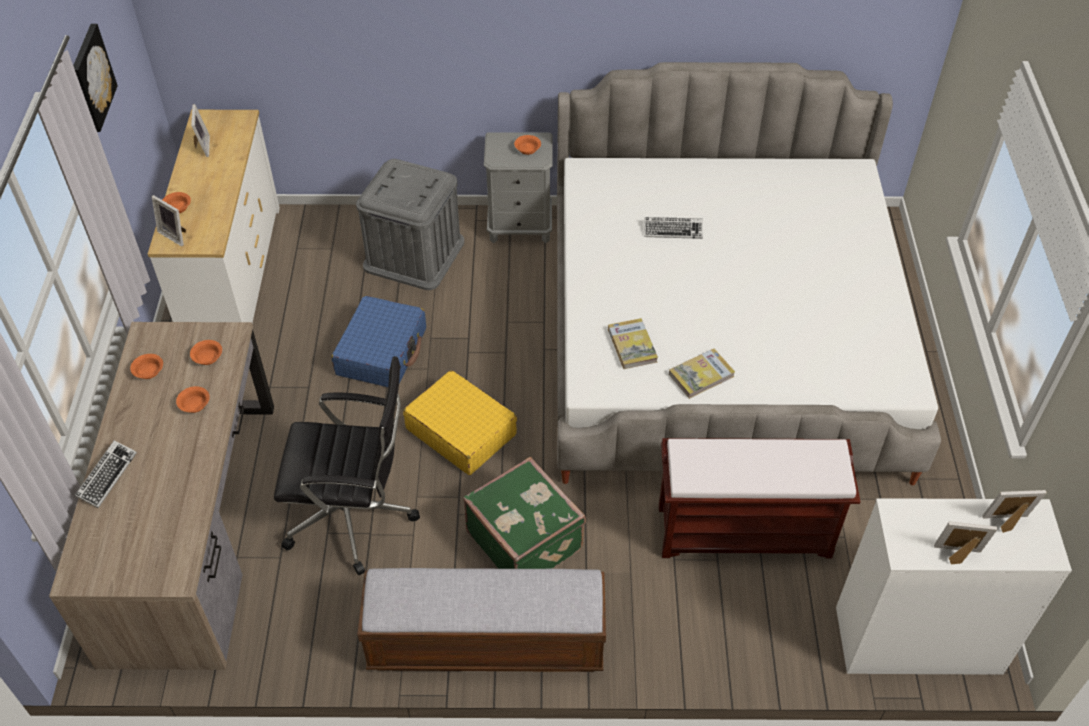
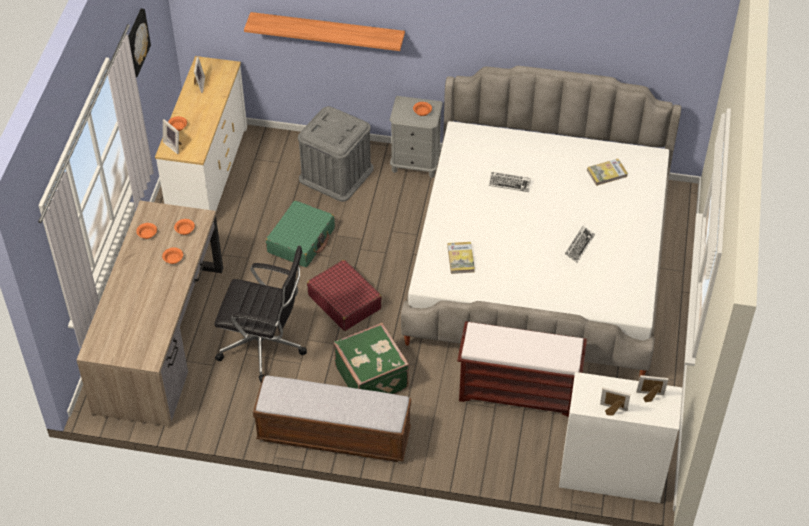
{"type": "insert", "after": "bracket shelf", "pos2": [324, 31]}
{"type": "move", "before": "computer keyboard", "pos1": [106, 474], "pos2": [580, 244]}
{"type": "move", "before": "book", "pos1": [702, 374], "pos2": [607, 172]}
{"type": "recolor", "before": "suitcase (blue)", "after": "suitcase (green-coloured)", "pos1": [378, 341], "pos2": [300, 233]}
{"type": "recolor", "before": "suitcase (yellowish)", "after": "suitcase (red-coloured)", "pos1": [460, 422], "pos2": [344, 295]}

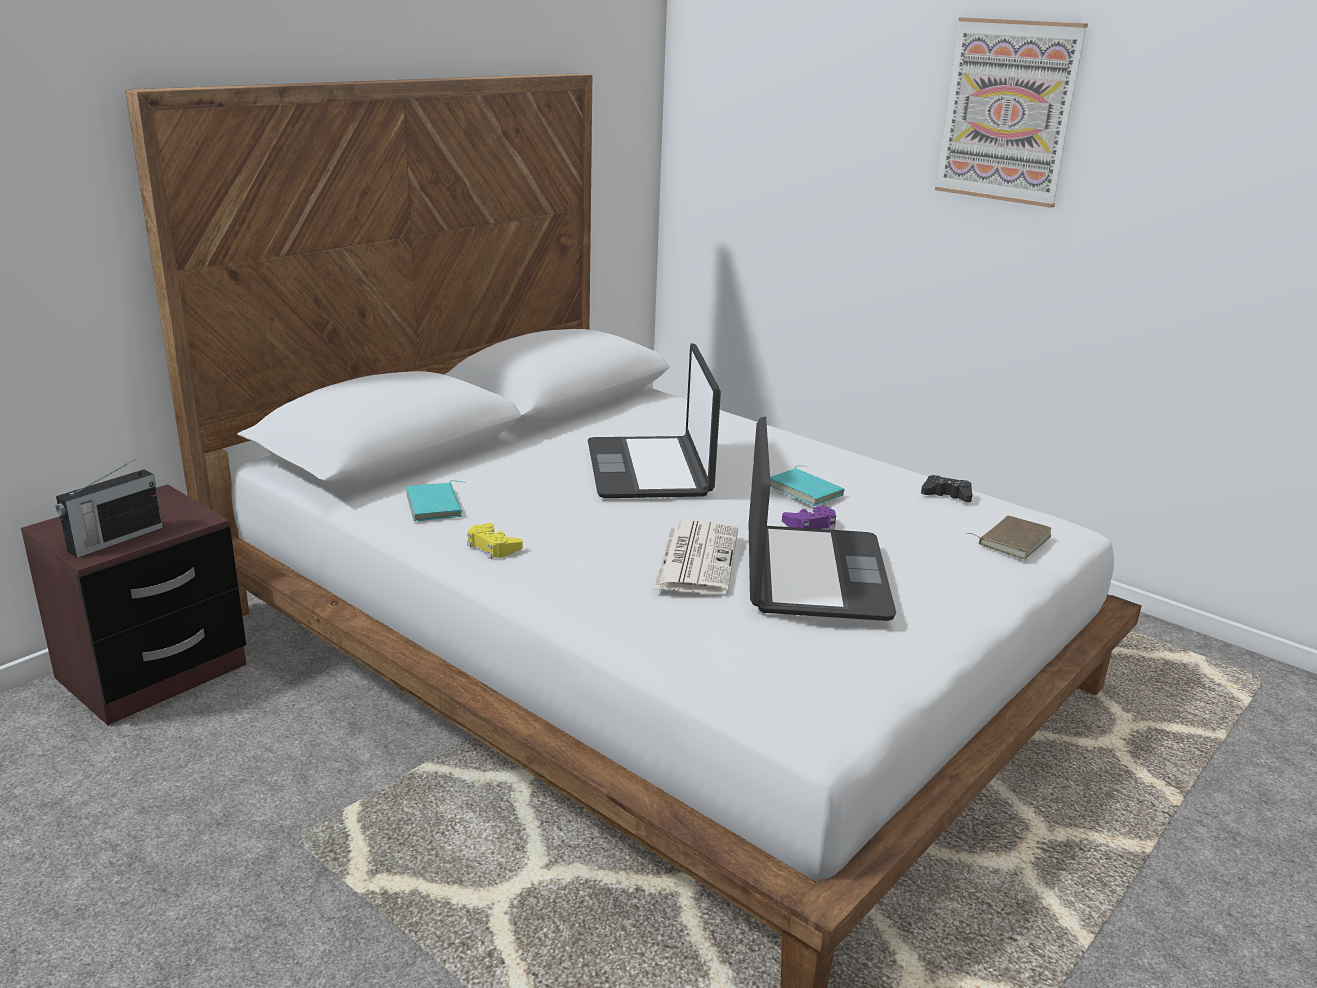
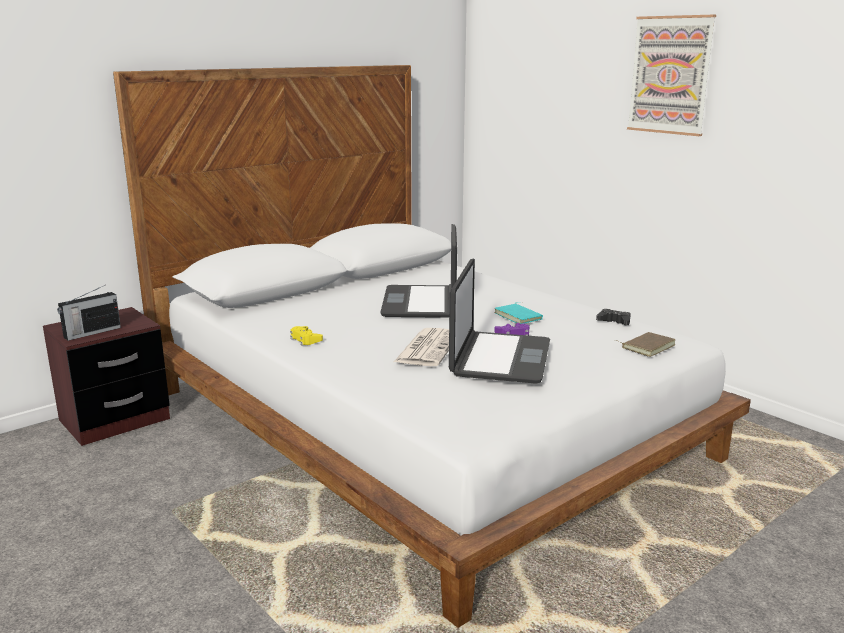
{"type": "delete", "before": "book (turquoise-coloured)", "pos1": [435, 500]}

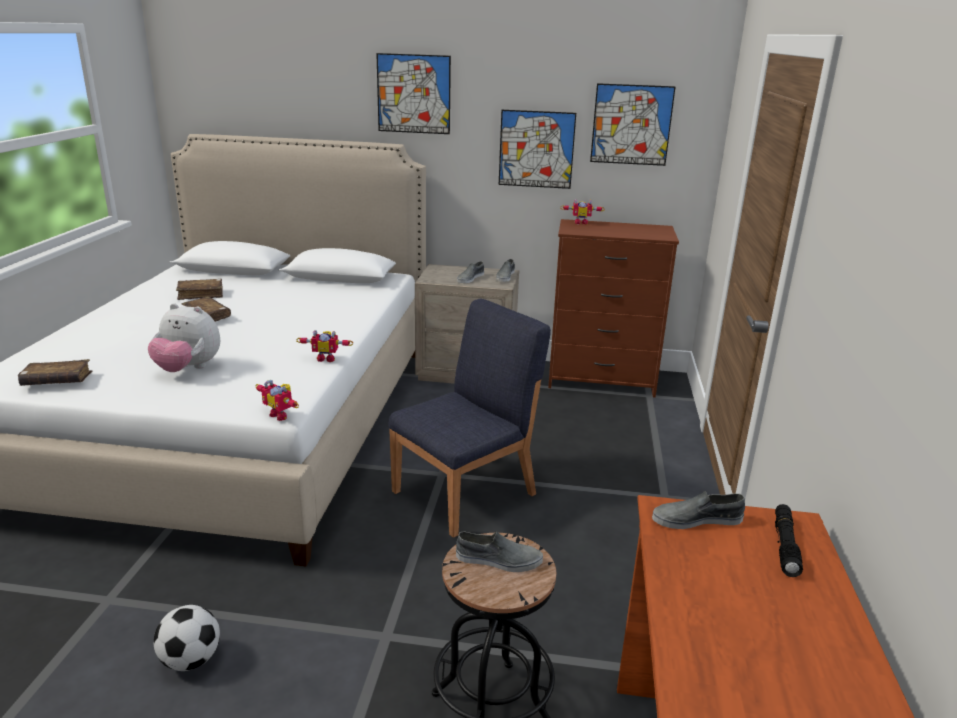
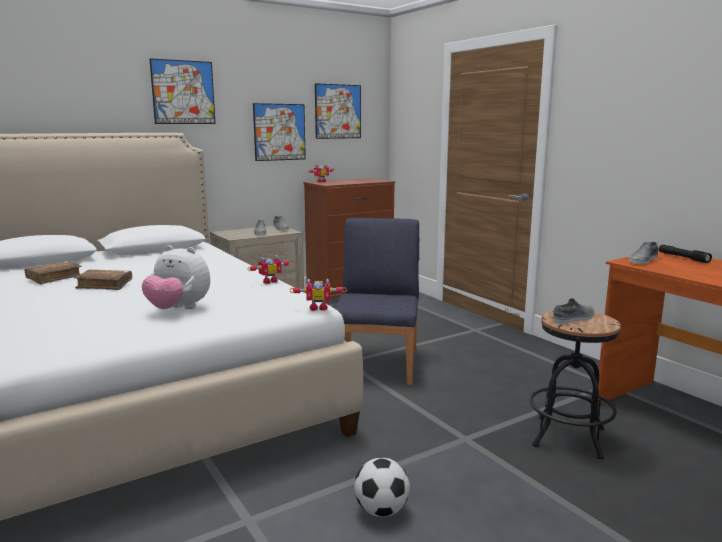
{"type": "delete", "before": "book (brownish)", "pos1": [55, 372]}
{"type": "rotate", "before": "cuddly toy", "pos1": [184, 337], "pos2": [176, 277], "turn": 45}

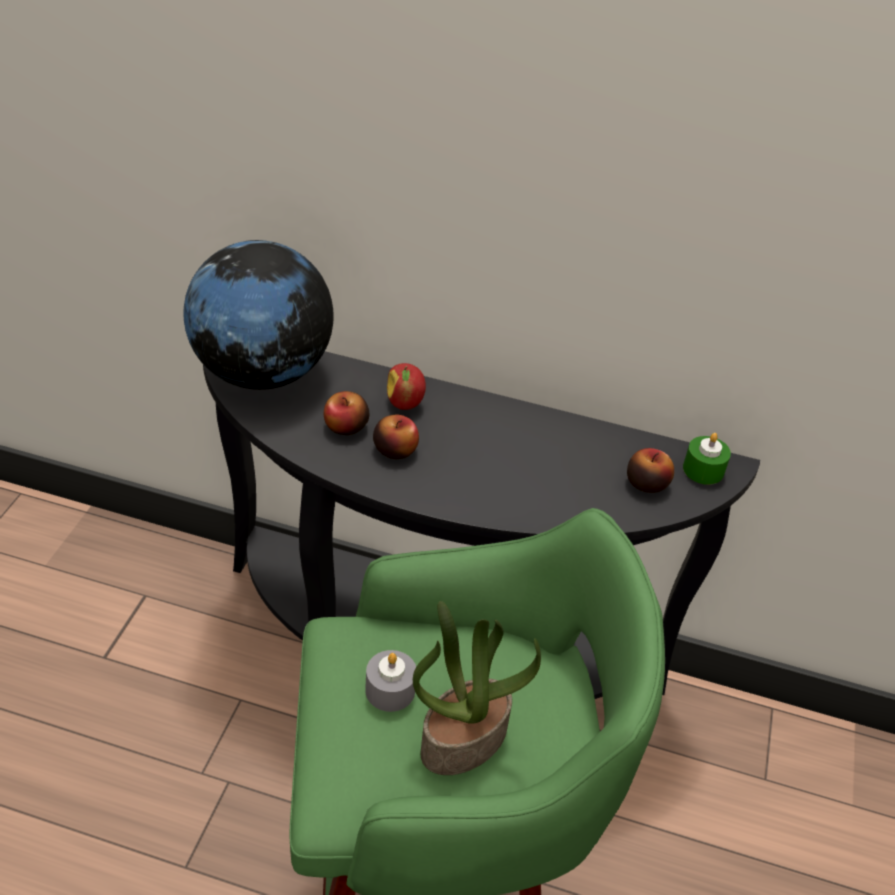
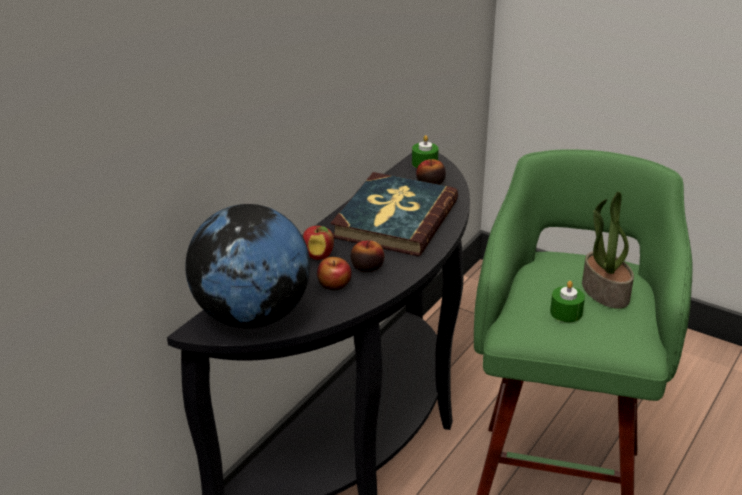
{"type": "insert", "after": "book", "pos2": [394, 214]}
{"type": "recolor", "before": "wax candle (gray)", "after": "wax candle (green-coloured)", "pos1": [390, 681], "pos2": [567, 301]}

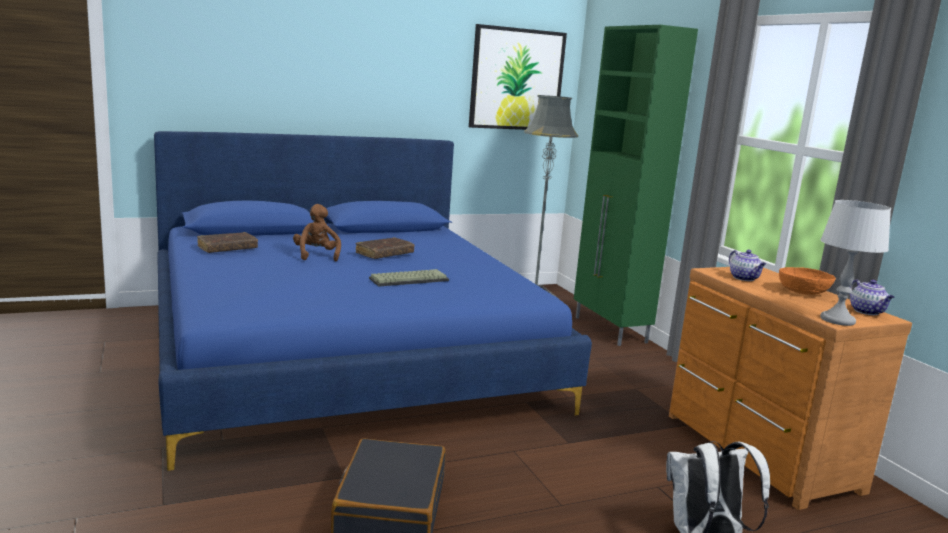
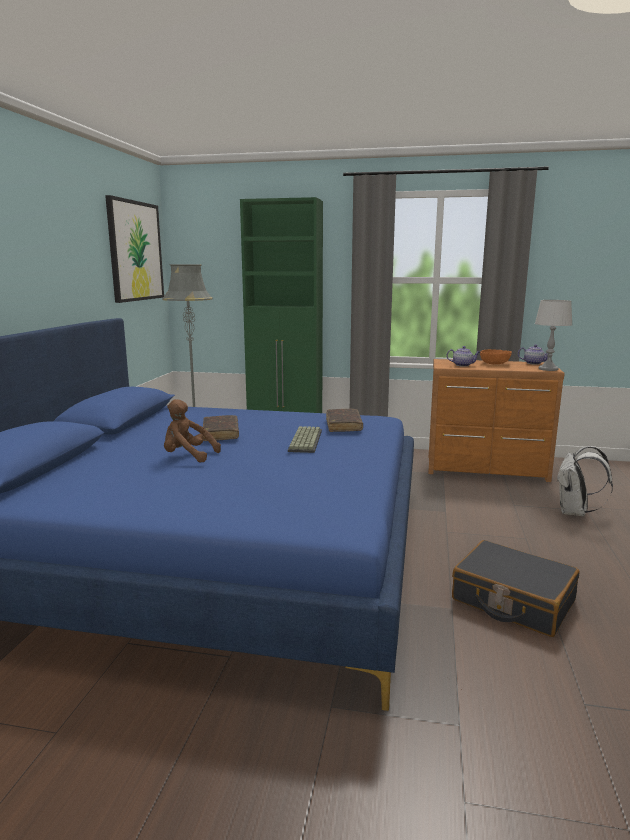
{"type": "move", "before": "book (brownish)", "pos1": [227, 242], "pos2": [344, 420]}

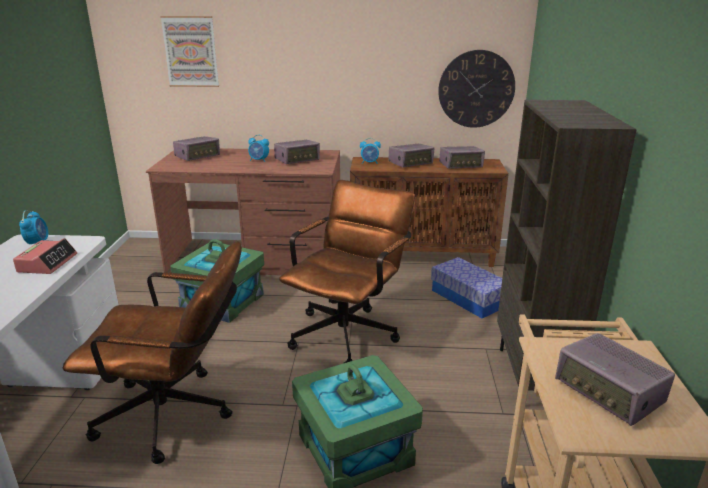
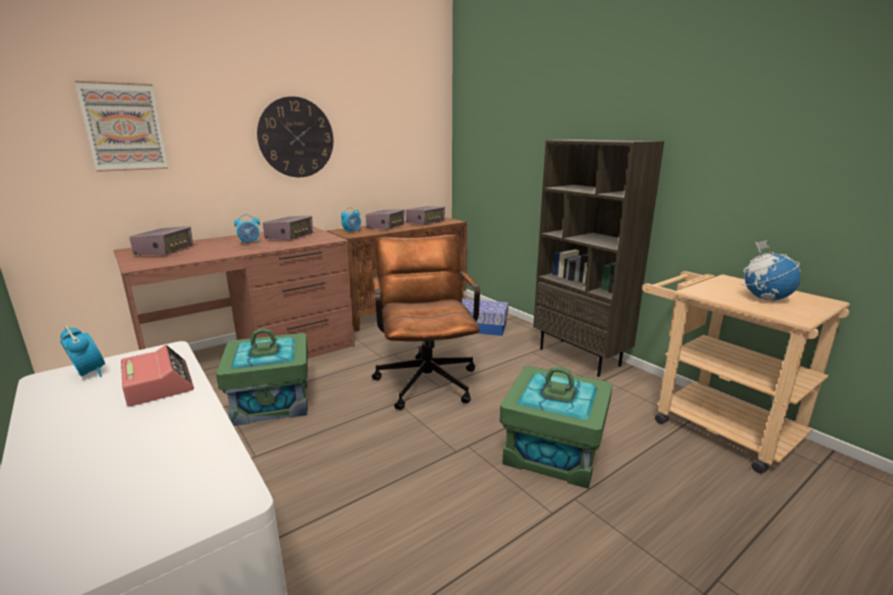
{"type": "delete", "before": "computer chair (brownish)", "pos1": [152, 352]}
{"type": "move", "before": "clock on the wall", "pos1": [476, 89], "pos2": [295, 136]}
{"type": "replace", "before": "radio receiver", "after": "desk globe", "pos1": [615, 379], "pos2": [771, 270]}

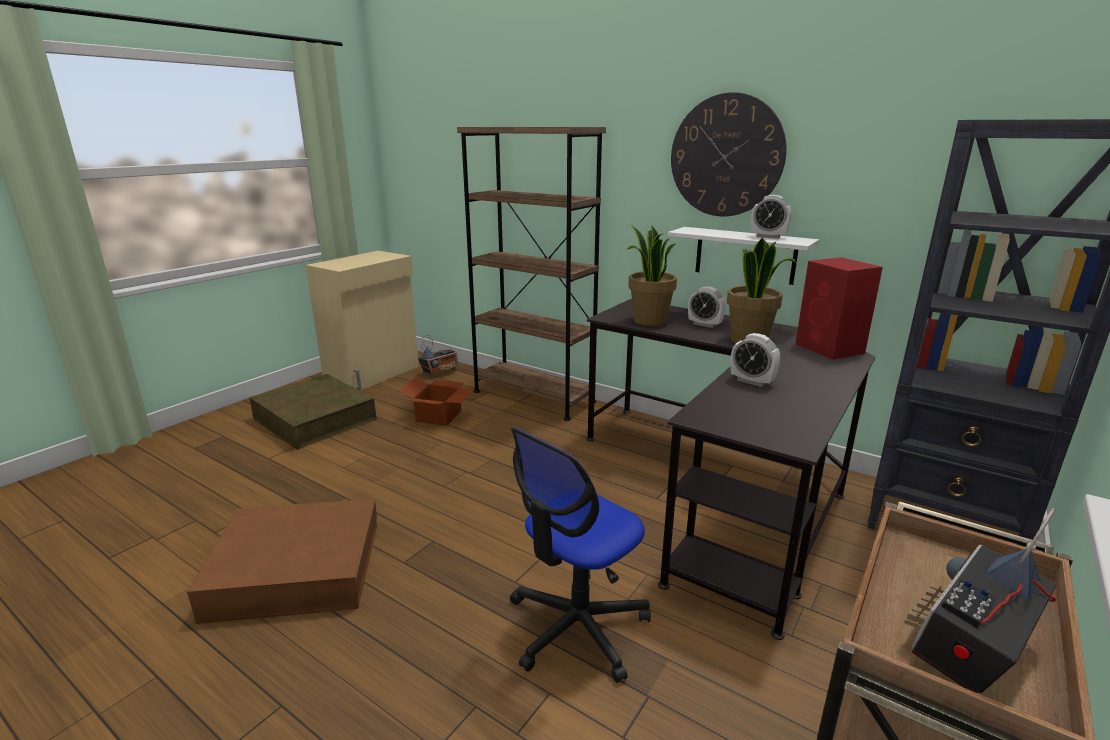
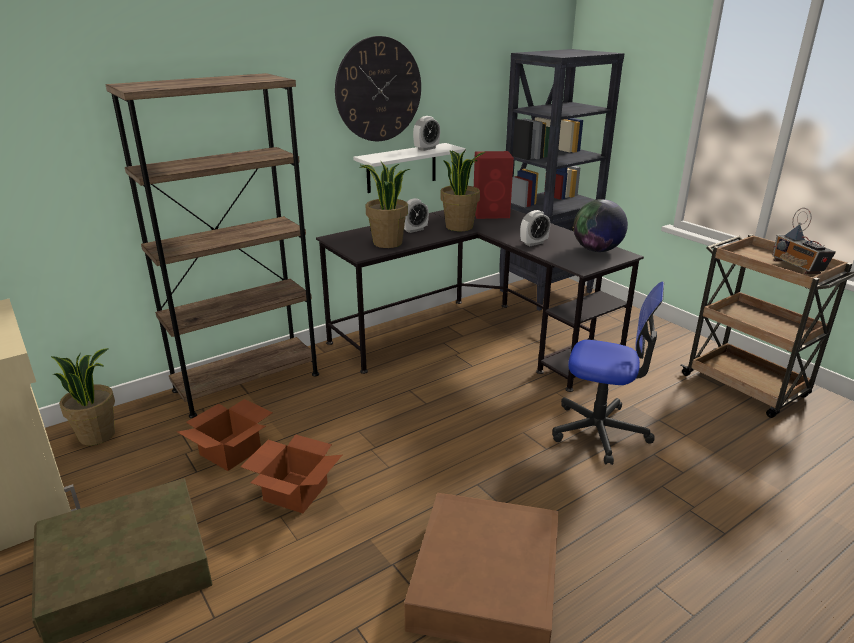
{"type": "insert", "after": "carton", "pos2": [291, 473]}
{"type": "insert", "after": "desk globe", "pos2": [600, 225]}
{"type": "replace", "before": "radio receiver", "after": "houseplant", "pos1": [438, 355], "pos2": [83, 396]}
{"type": "rotate", "before": "computer chair", "pos1": [580, 555], "pos2": [608, 373], "turn": -45}

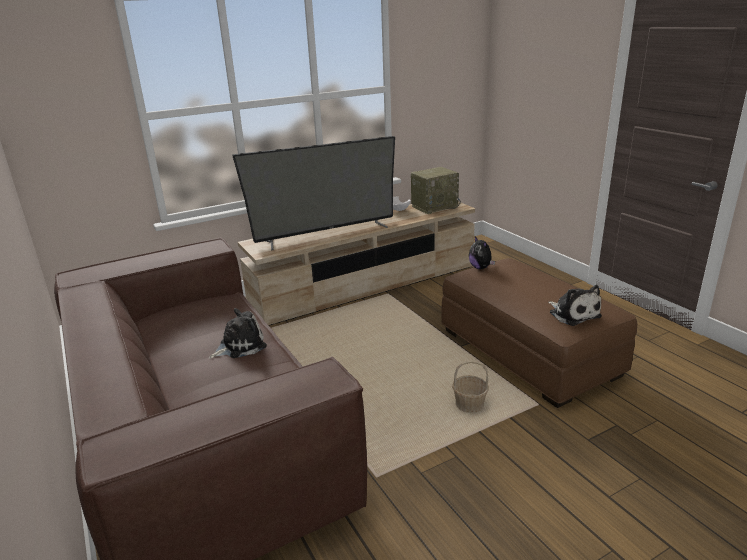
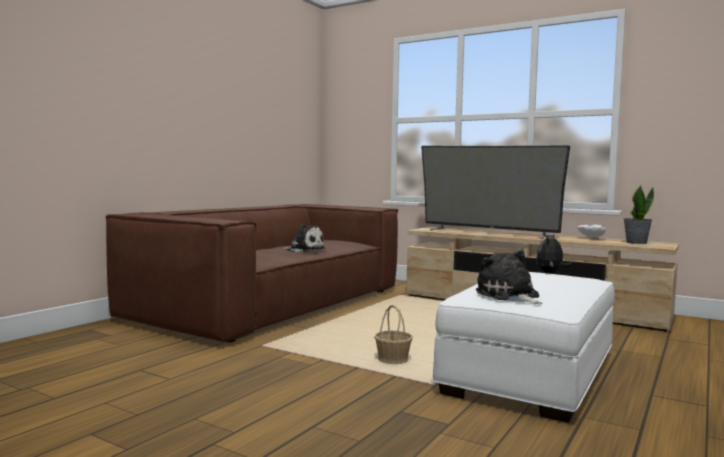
{"type": "replace", "before": "radio receiver", "after": "houseplant", "pos1": [436, 190], "pos2": [639, 214]}
{"type": "recolor", "before": "ottoman (brownish)", "after": "ottoman (white-coloured)", "pos1": [539, 333], "pos2": [523, 347]}
{"type": "rotate", "before": "cuddly toy", "pos1": [575, 305], "pos2": [509, 277], "turn": 120}

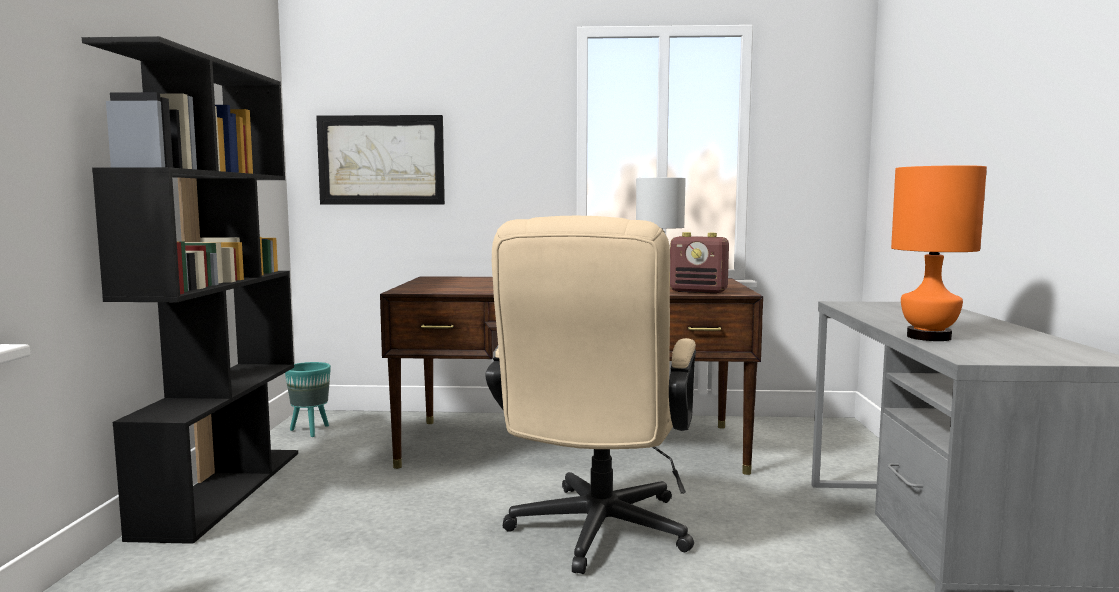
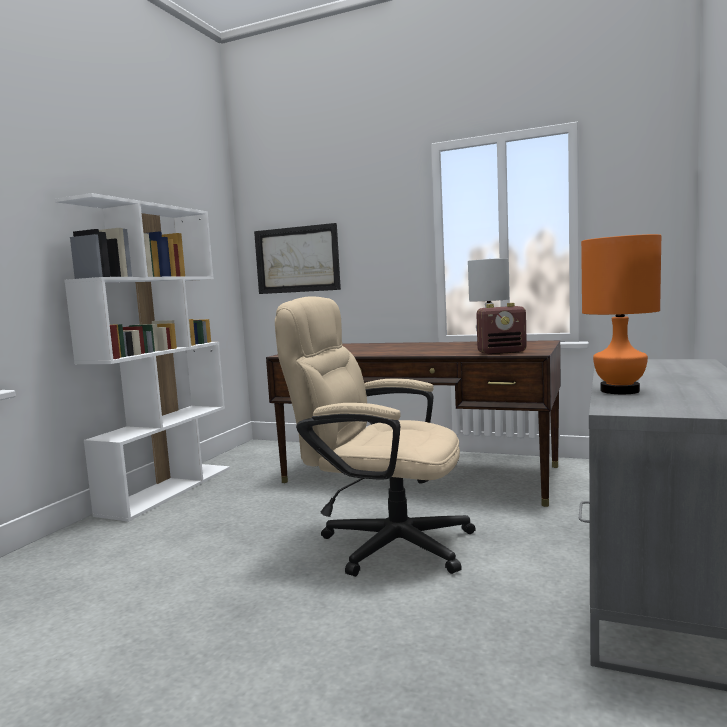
{"type": "delete", "before": "flower pot (turquoise-coloured)", "pos1": [308, 399]}
{"type": "recolor", "before": "bookcase (black-coloured)", "after": "bookcase (white-coloured)", "pos1": [190, 290], "pos2": [142, 357]}
{"type": "rotate", "before": "computer chair (sand-coloured)", "pos1": [591, 395], "pos2": [375, 436], "turn": 75}
{"type": "rotate", "before": "radio receiver", "pos1": [699, 263], "pos2": [501, 328], "turn": -45}

